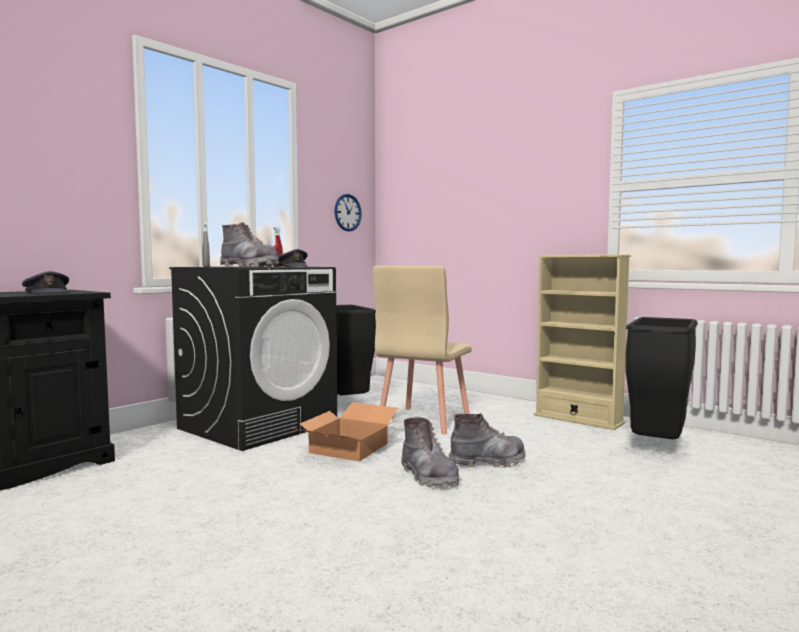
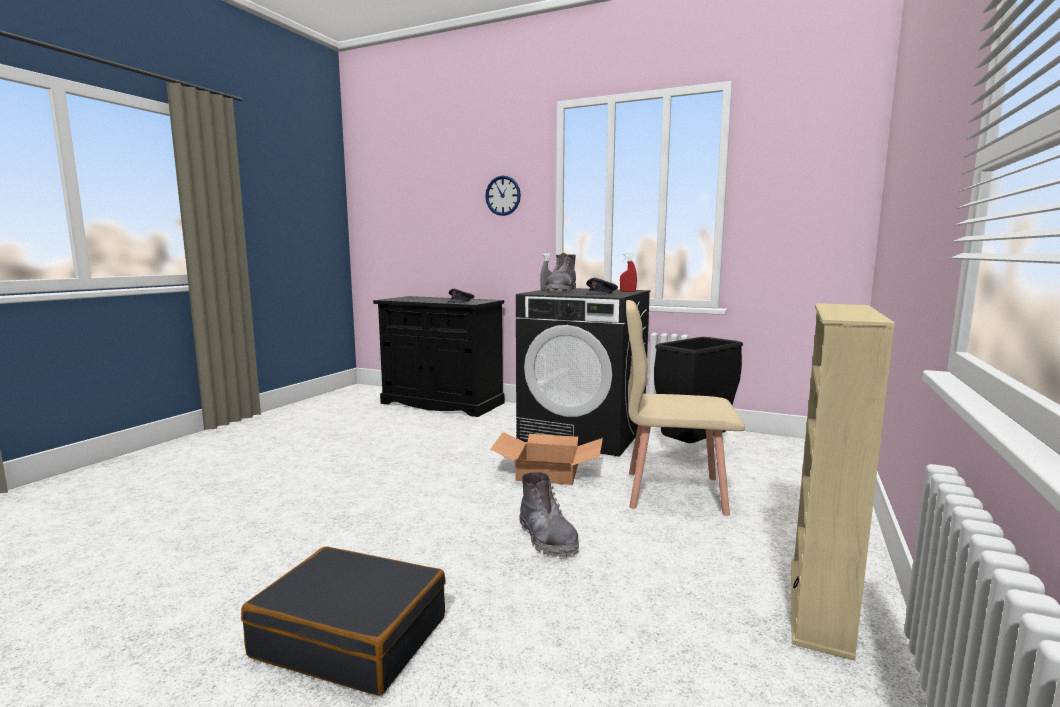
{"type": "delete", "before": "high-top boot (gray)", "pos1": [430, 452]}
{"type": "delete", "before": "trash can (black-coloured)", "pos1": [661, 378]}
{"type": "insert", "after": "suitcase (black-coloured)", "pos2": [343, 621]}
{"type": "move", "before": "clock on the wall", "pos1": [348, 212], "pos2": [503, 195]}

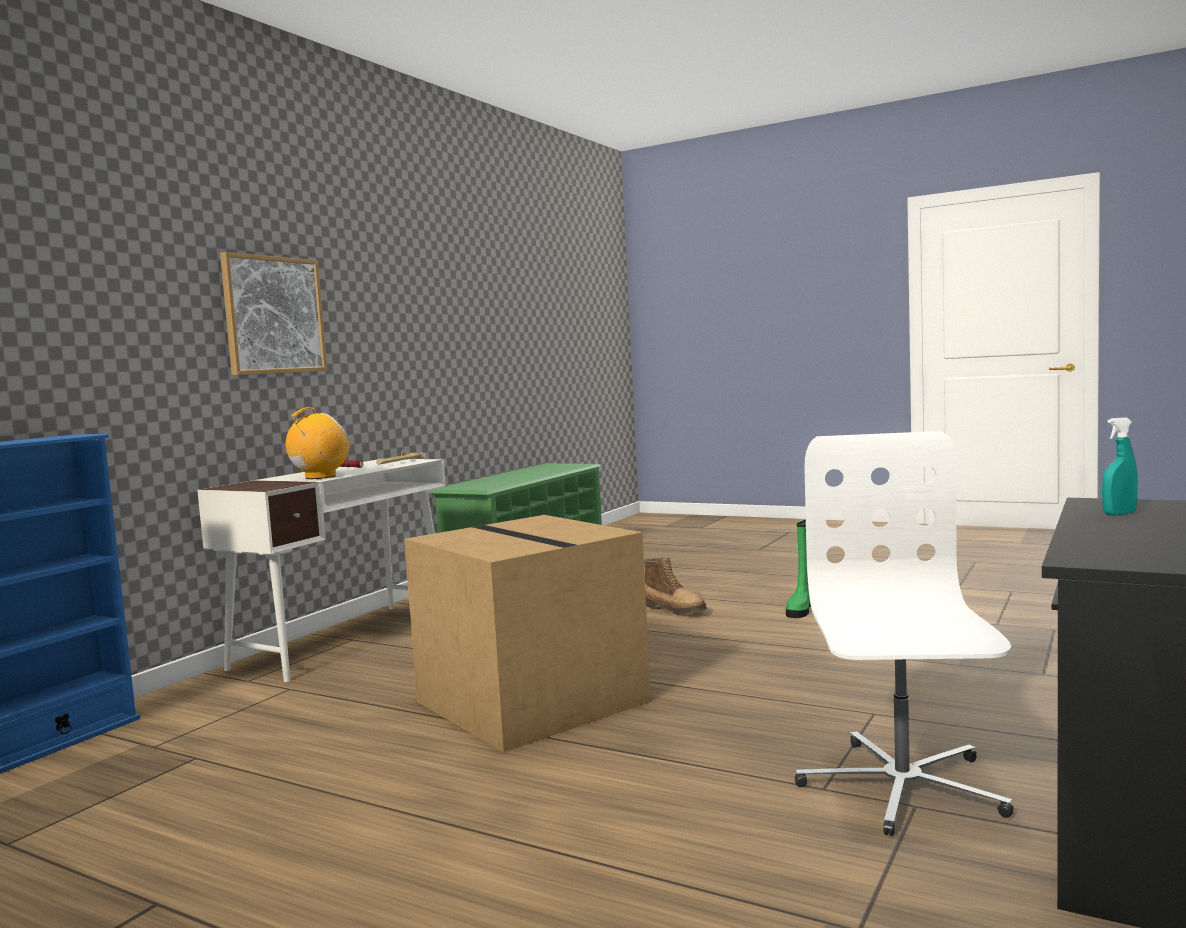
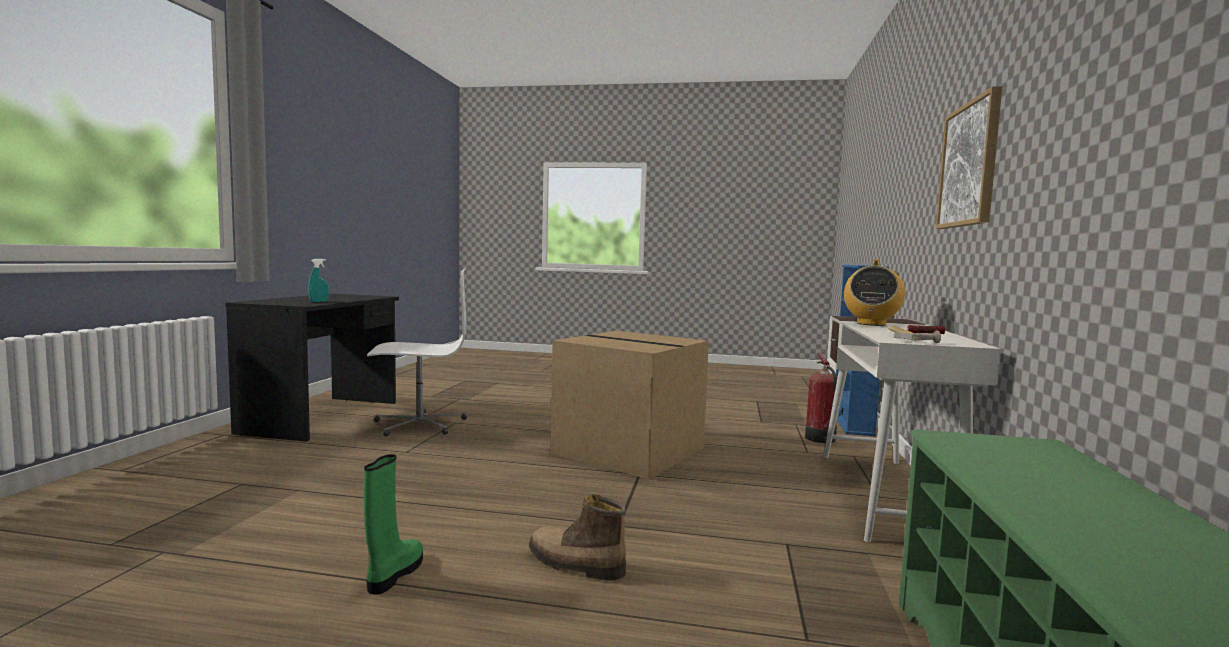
{"type": "insert", "after": "fire extinguisher", "pos2": [821, 398]}
{"type": "rotate", "before": "computer chair (white-coloured)", "pos1": [904, 633], "pos2": [417, 352], "turn": -90}

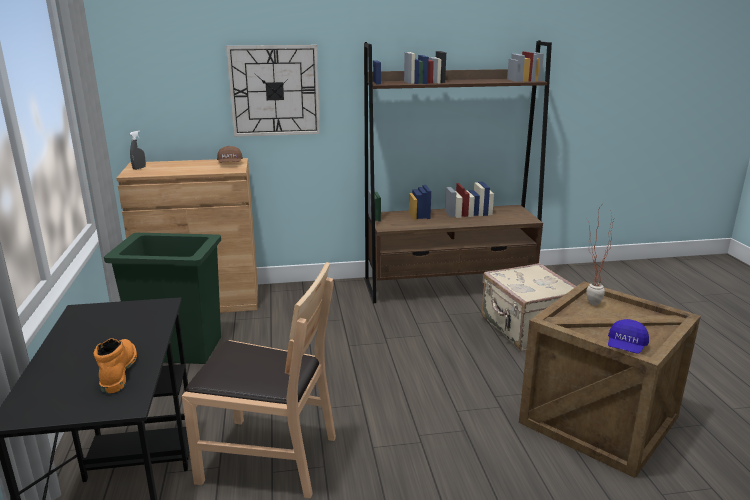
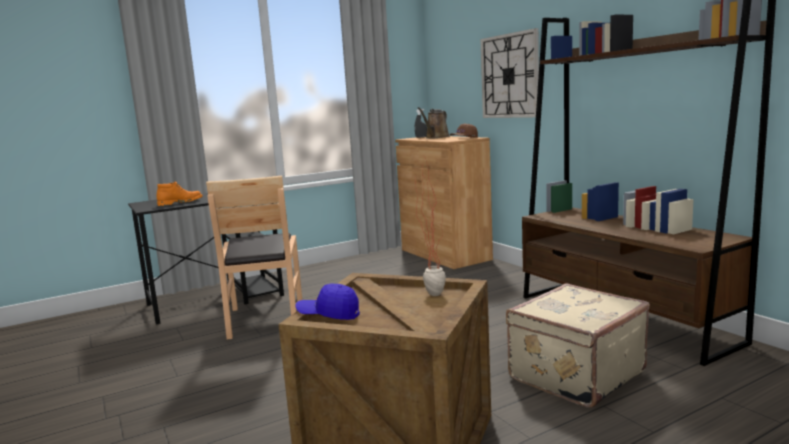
{"type": "delete", "before": "trash can (green-coloured)", "pos1": [162, 298]}
{"type": "insert", "after": "watering can (brownish)", "pos2": [434, 123]}

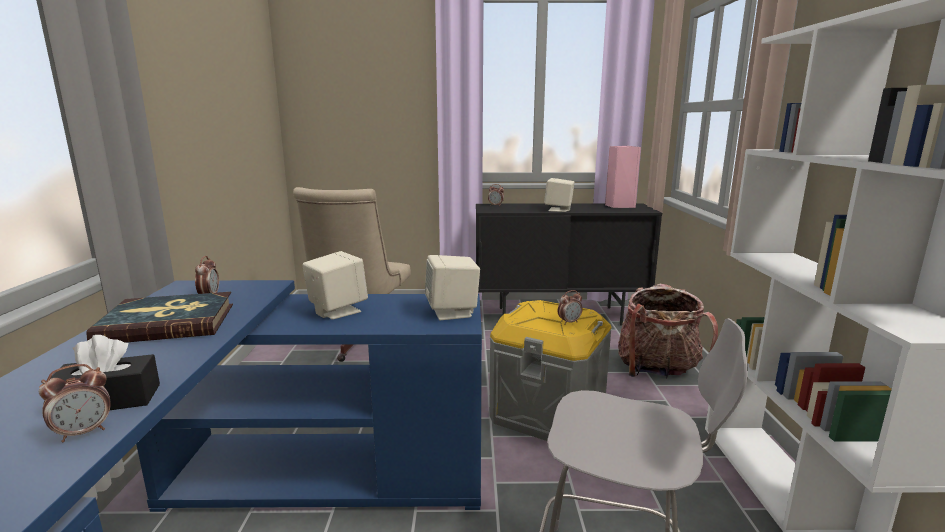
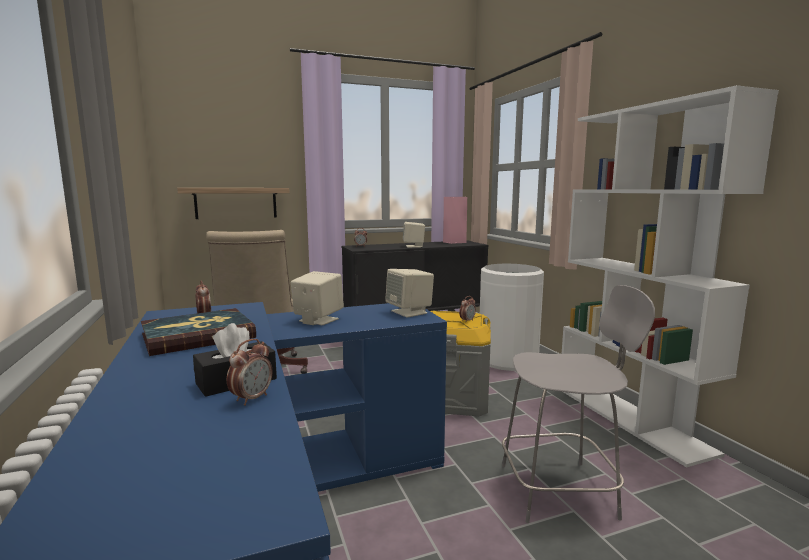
{"type": "insert", "after": "bracket shelf", "pos2": [233, 203]}
{"type": "replace", "before": "knapsack", "after": "trash can (white-coloured)", "pos1": [668, 331], "pos2": [512, 317]}

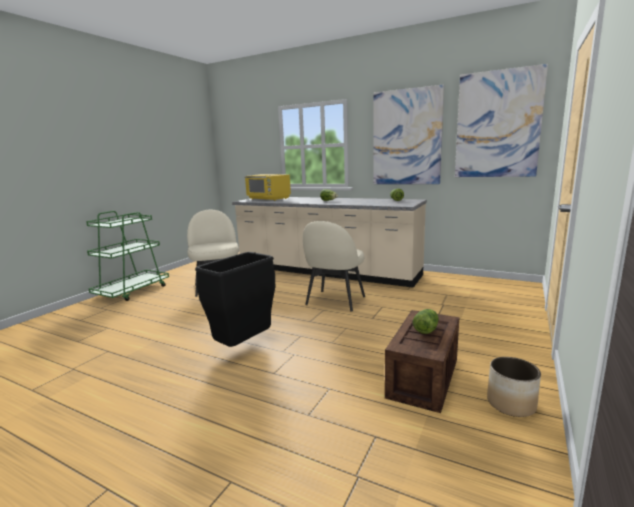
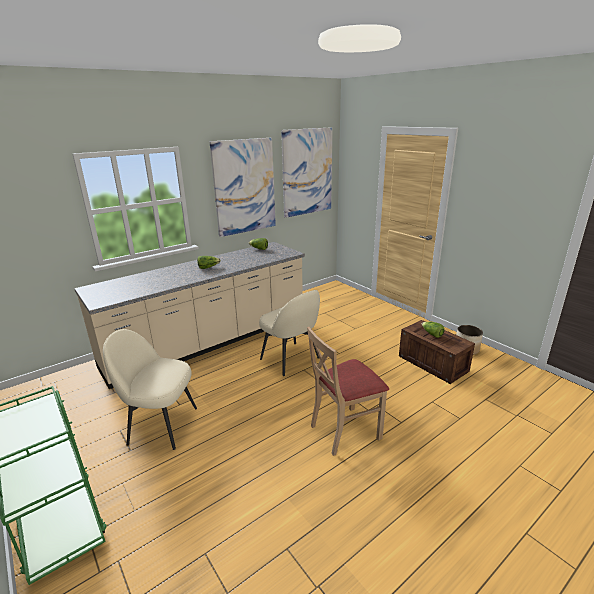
{"type": "delete", "before": "microwave oven (yellowish)", "pos1": [267, 187]}
{"type": "replace", "before": "trash can (black-coloured)", "after": "upright chair (sand-coloured)", "pos1": [235, 299], "pos2": [348, 391]}

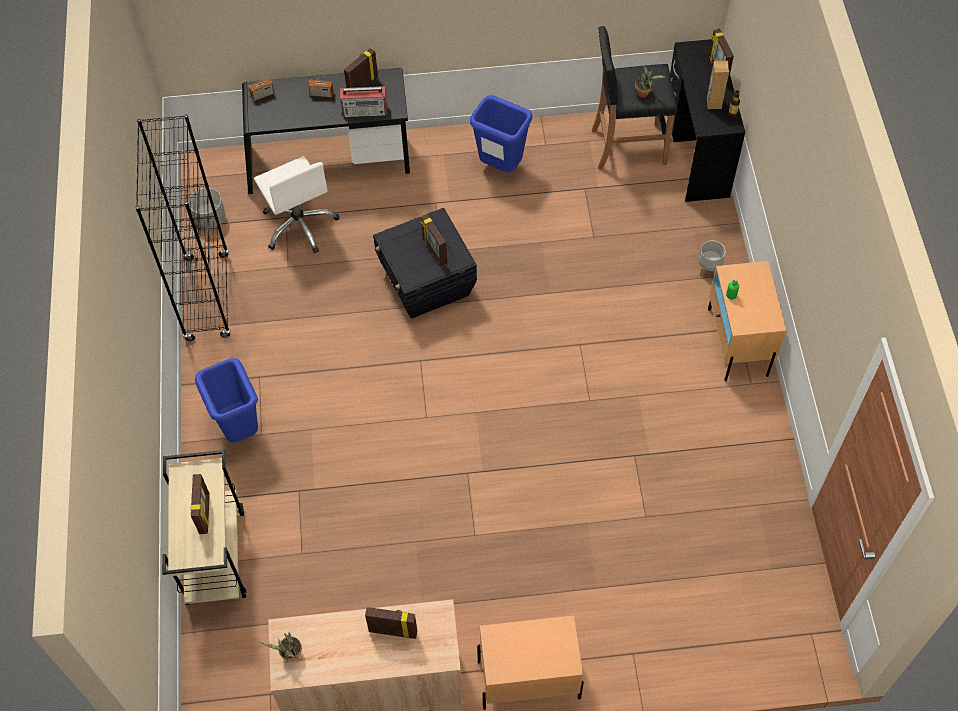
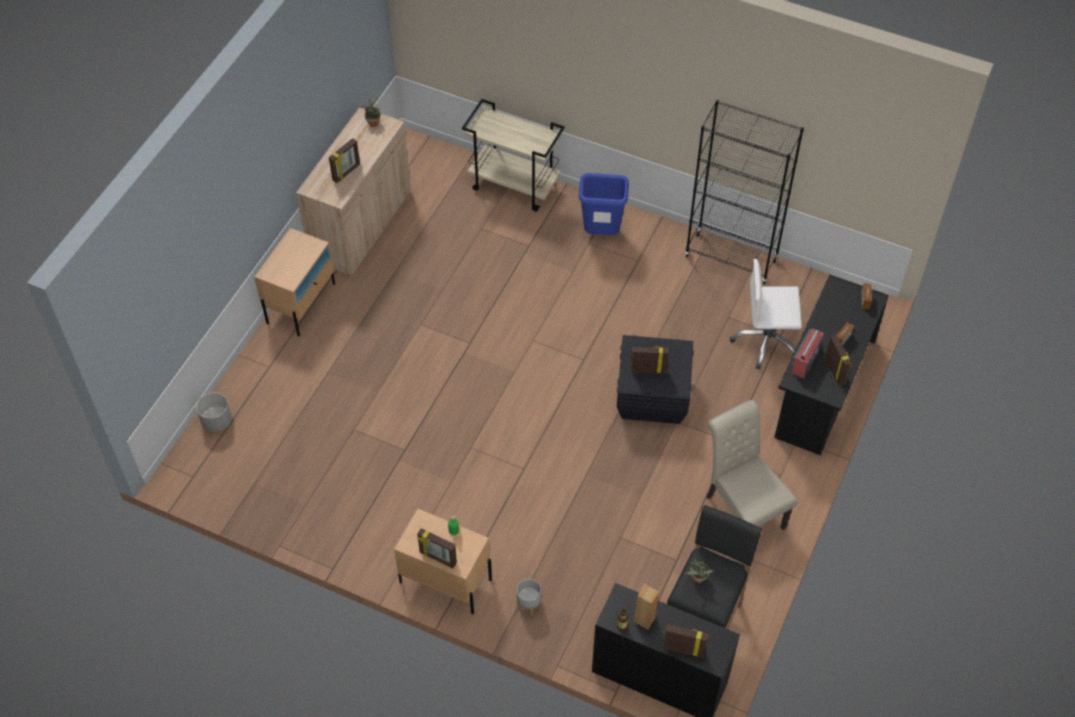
{"type": "move", "before": "flower pot (gray)", "pos1": [207, 208], "pos2": [214, 412]}
{"type": "move", "before": "standing frame", "pos1": [200, 504], "pos2": [437, 548]}
{"type": "replace", "before": "trash can (blue)", "after": "upright chair (sand-coloured)", "pos1": [501, 134], "pos2": [751, 465]}

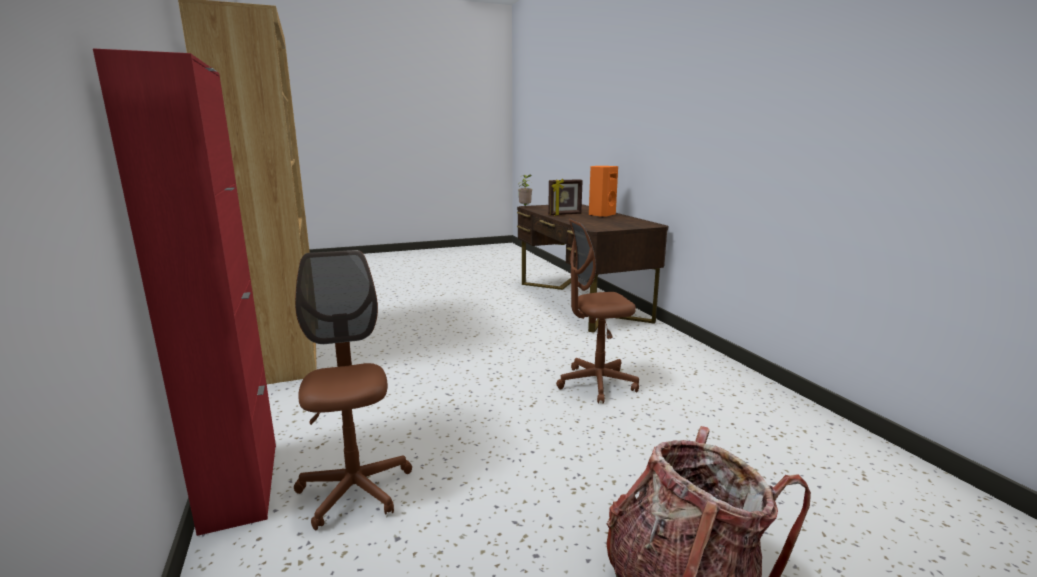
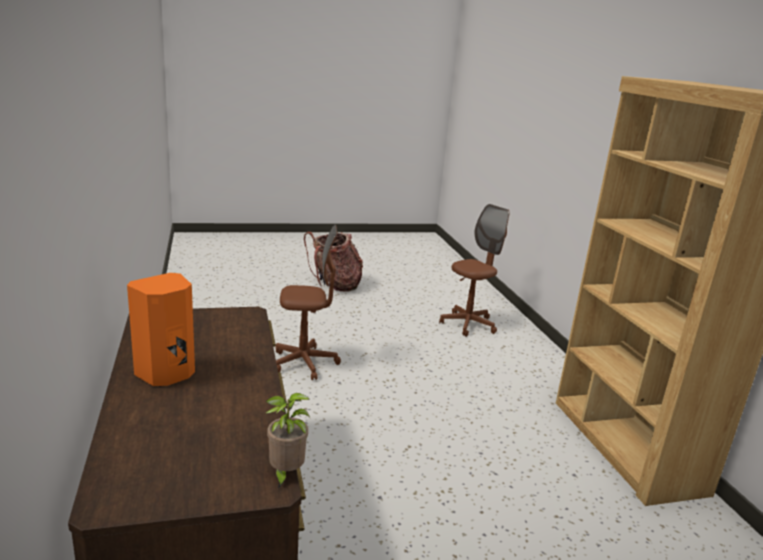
{"type": "delete", "before": "storage cabinet (red-coloured)", "pos1": [184, 292]}
{"type": "delete", "before": "standing frame", "pos1": [565, 197]}
{"type": "rotate", "before": "computer chair (brownish)", "pos1": [353, 390], "pos2": [474, 270], "turn": -120}

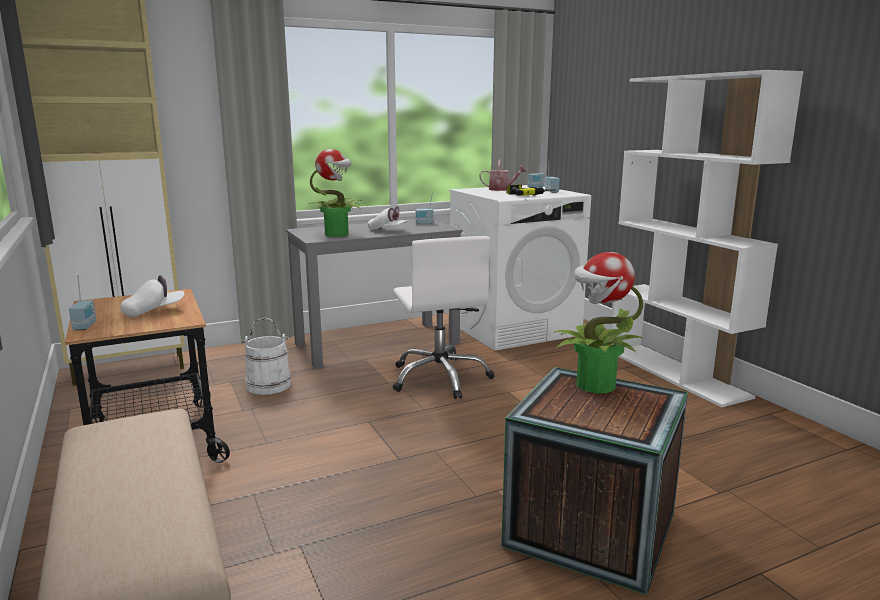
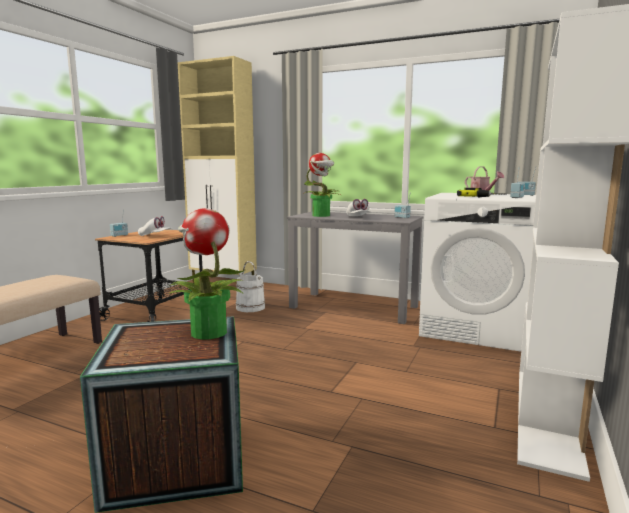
{"type": "delete", "before": "computer chair (white-coloured)", "pos1": [444, 317]}

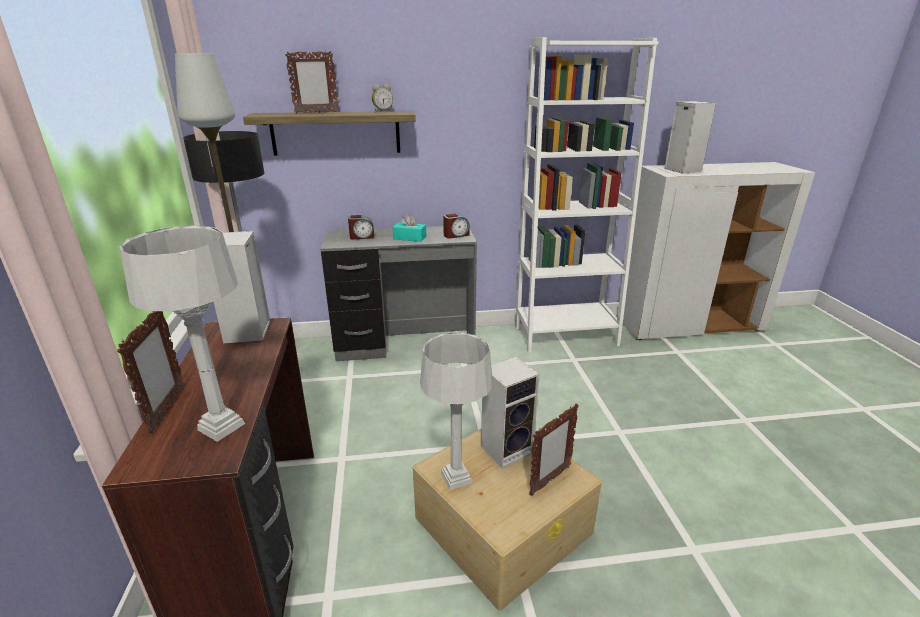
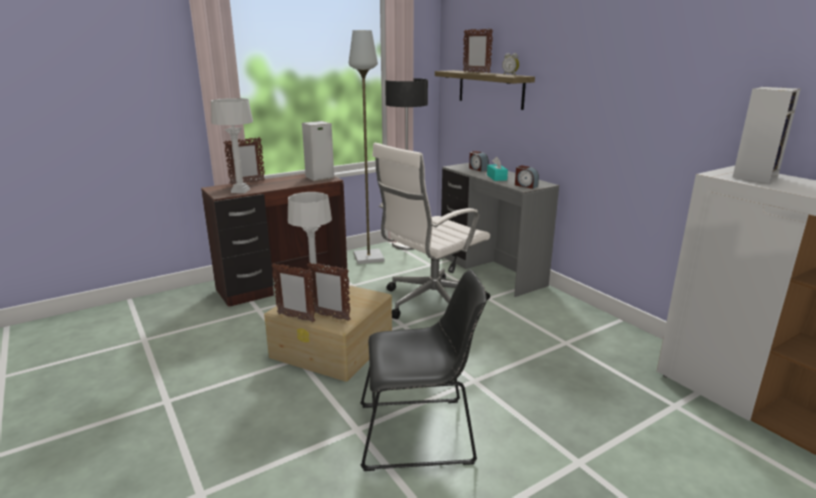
{"type": "delete", "before": "loudspeaker", "pos1": [510, 412]}
{"type": "delete", "before": "bookcase (white-coloured)", "pos1": [587, 195]}
{"type": "insert", "after": "standing frame", "pos2": [293, 292]}
{"type": "insert", "after": "upright chair (black-coloured)", "pos2": [423, 370]}
{"type": "insert", "after": "computer chair (white-coloured)", "pos2": [431, 231]}

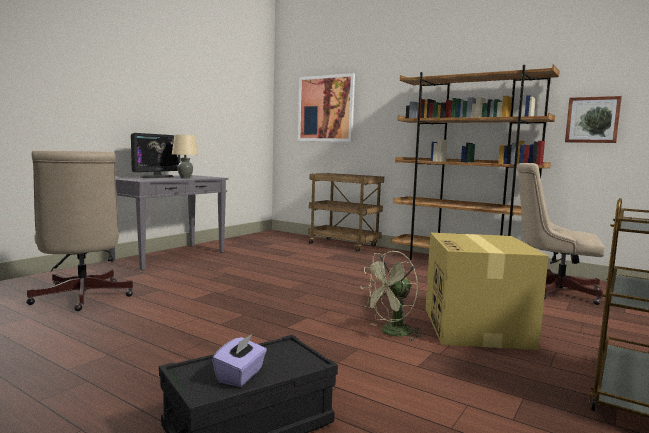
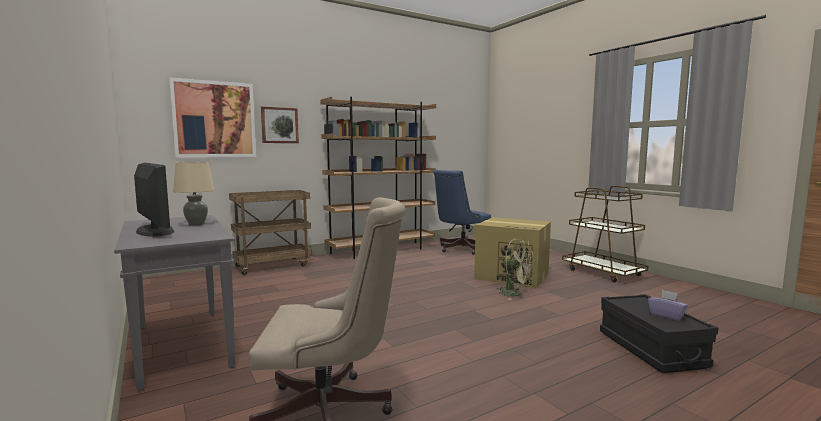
{"type": "move", "before": "wall art", "pos1": [593, 119], "pos2": [280, 124]}
{"type": "recolor", "before": "computer chair (sand-coloured)", "after": "computer chair (blue)", "pos1": [561, 234], "pos2": [462, 212]}
{"type": "rotate", "before": "fan (green-coloured)", "pos1": [391, 296], "pos2": [516, 269], "turn": -45}

